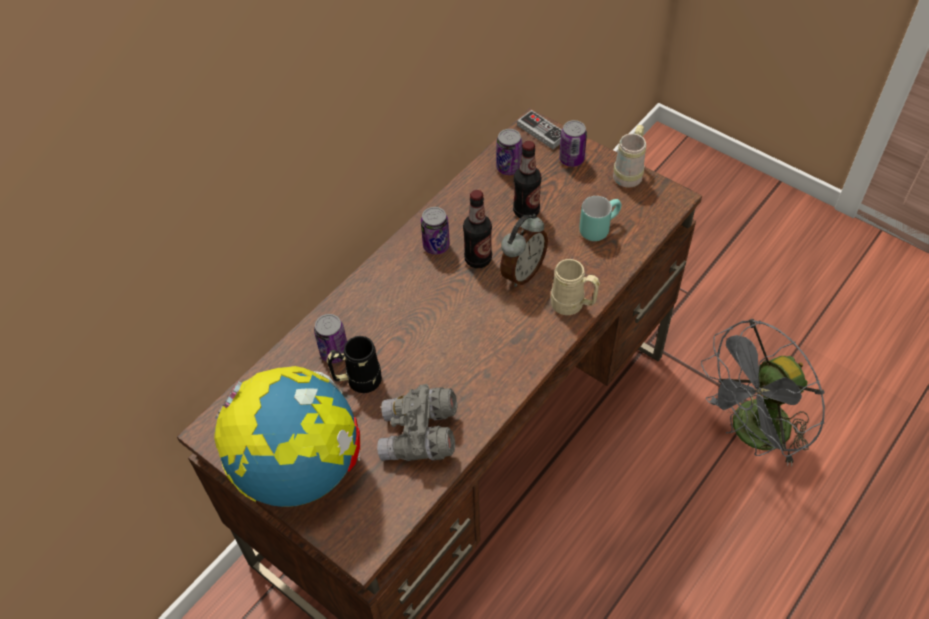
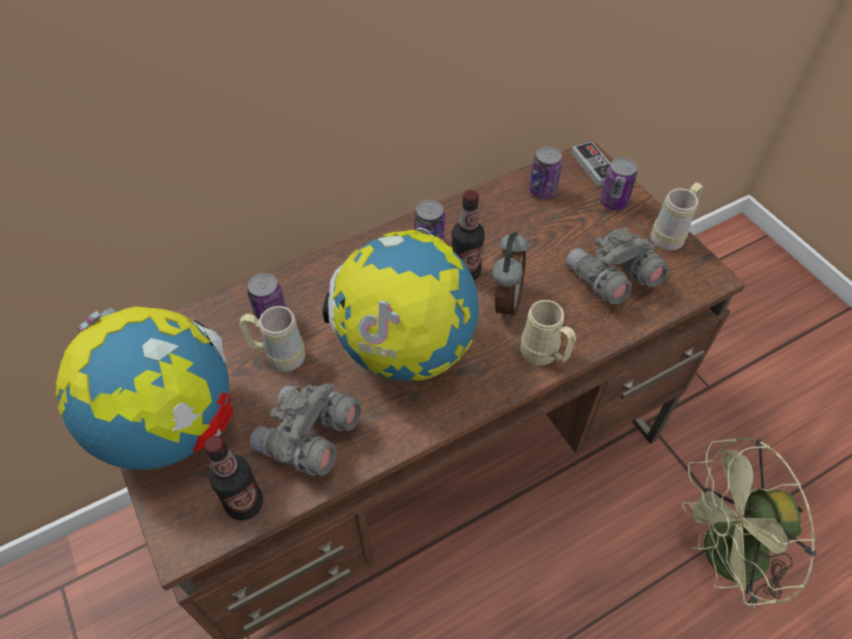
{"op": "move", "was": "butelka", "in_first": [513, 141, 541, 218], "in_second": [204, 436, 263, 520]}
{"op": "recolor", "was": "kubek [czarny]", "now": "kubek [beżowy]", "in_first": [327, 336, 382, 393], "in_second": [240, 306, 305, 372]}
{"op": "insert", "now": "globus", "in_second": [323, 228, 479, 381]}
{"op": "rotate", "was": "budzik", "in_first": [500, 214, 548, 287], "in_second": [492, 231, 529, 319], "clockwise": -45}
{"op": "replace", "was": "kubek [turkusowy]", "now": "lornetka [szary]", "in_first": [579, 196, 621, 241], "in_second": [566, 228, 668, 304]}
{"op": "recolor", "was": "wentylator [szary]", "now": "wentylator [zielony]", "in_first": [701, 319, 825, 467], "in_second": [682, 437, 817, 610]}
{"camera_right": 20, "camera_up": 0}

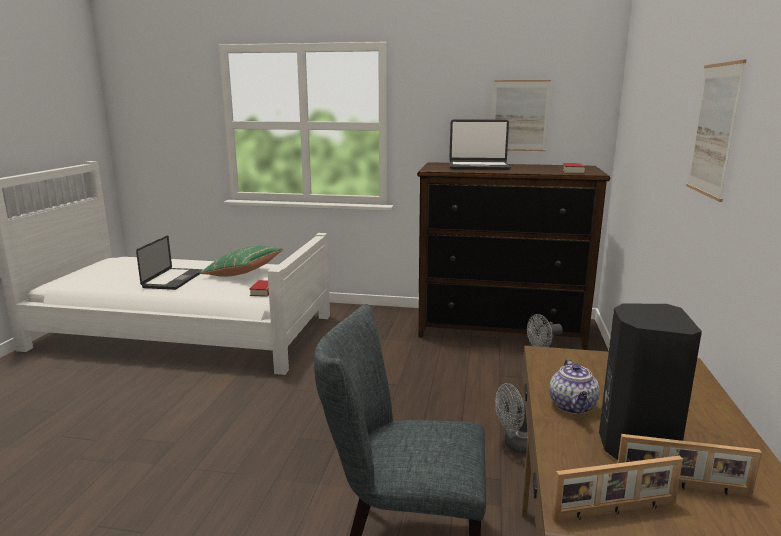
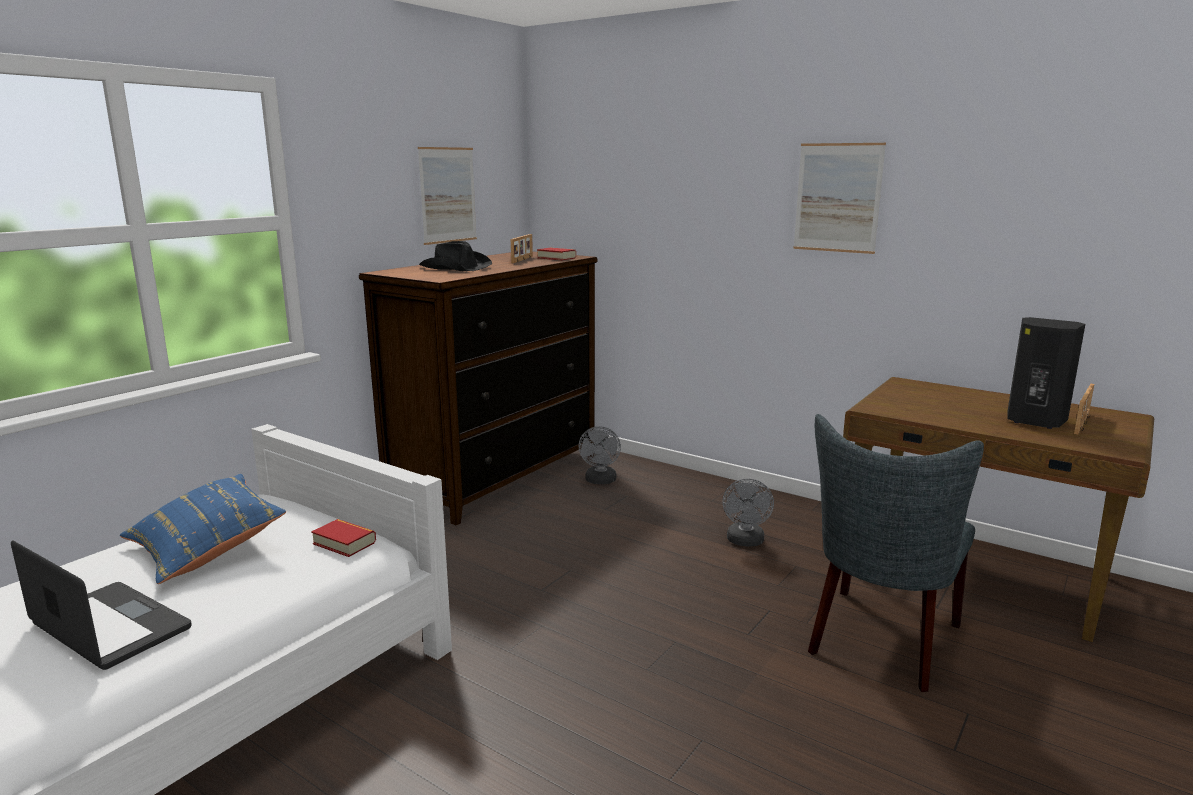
{"op": "recolor", "was": "poduszka [zielony]", "now": "poduszka [niebieski]", "in_first": [199, 246, 283, 277], "in_second": [120, 474, 286, 584]}
{"op": "replace", "was": "laptop", "now": "kapelusz [czarny]", "in_first": [449, 119, 511, 170], "in_second": [419, 241, 492, 271]}
{"op": "move", "was": "ramka na zdjęcie", "in_first": [552, 456, 683, 521], "in_second": [511, 234, 533, 263]}
{"op": "delete", "was": "imbryk", "in_first": [549, 359, 600, 414]}
{"camera_right": -65, "camera_up": 0}

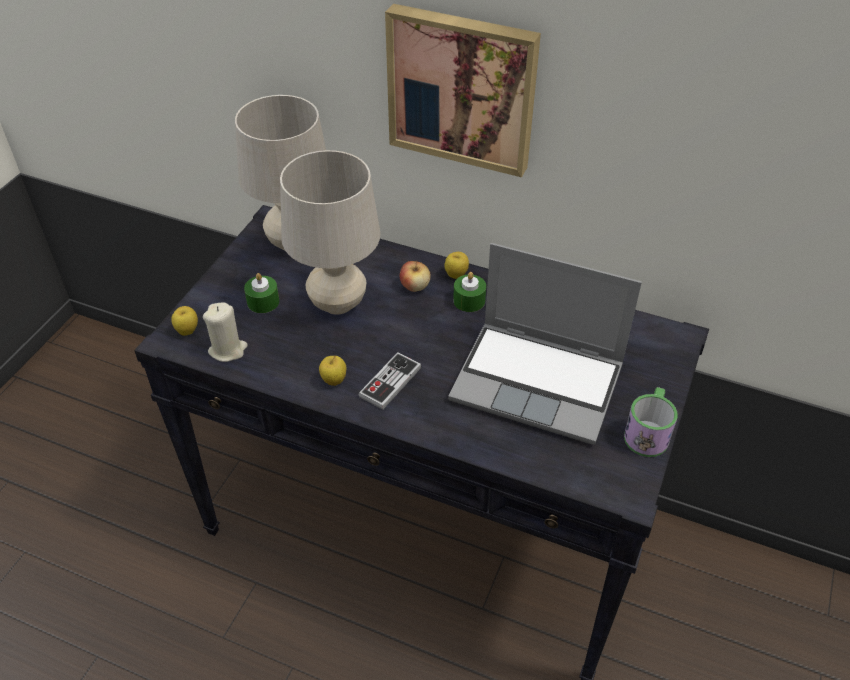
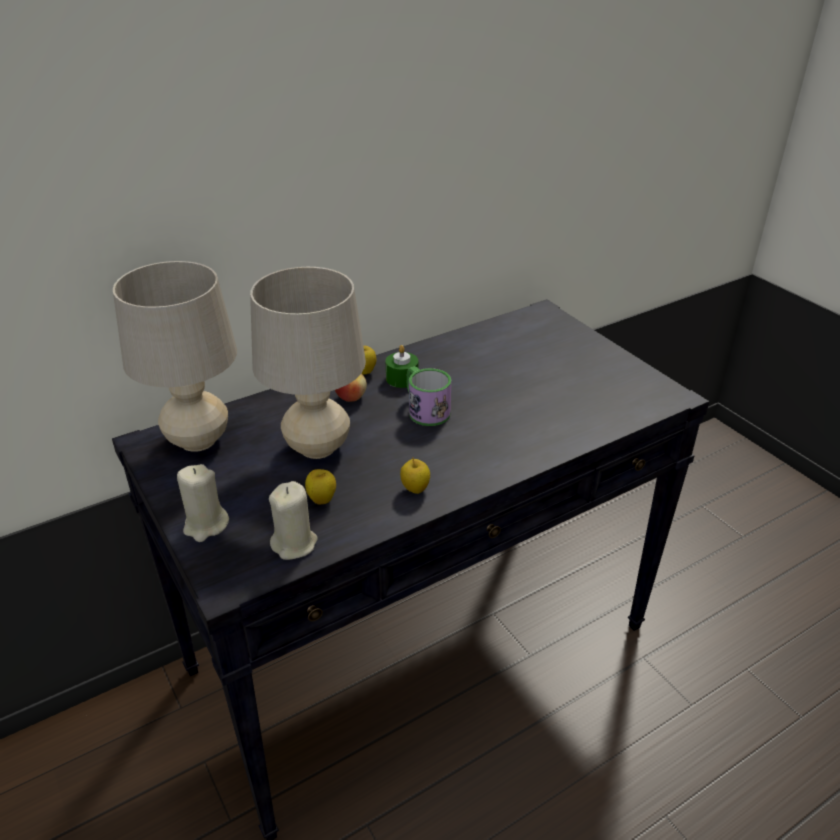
{"op": "insert", "now": "świeca [beżowy]", "in_second": [177, 464, 229, 542]}
{"op": "move", "was": "jabłko", "in_first": [171, 306, 198, 336], "in_second": [305, 469, 336, 504]}
{"op": "move", "was": "kubek", "in_first": [624, 387, 678, 457], "in_second": [407, 366, 451, 426]}
{"op": "delete", "was": "świeca [zielony]", "in_first": [244, 273, 279, 313]}
{"op": "delete", "was": "pad do gier", "in_first": [358, 352, 421, 410]}
{"op": "delete", "was": "obraz", "in_first": [385, 4, 541, 177]}
{"op": "delete", "was": "laptop", "in_first": [448, 243, 642, 445]}
{"camera_right": -55, "camera_up": -10}

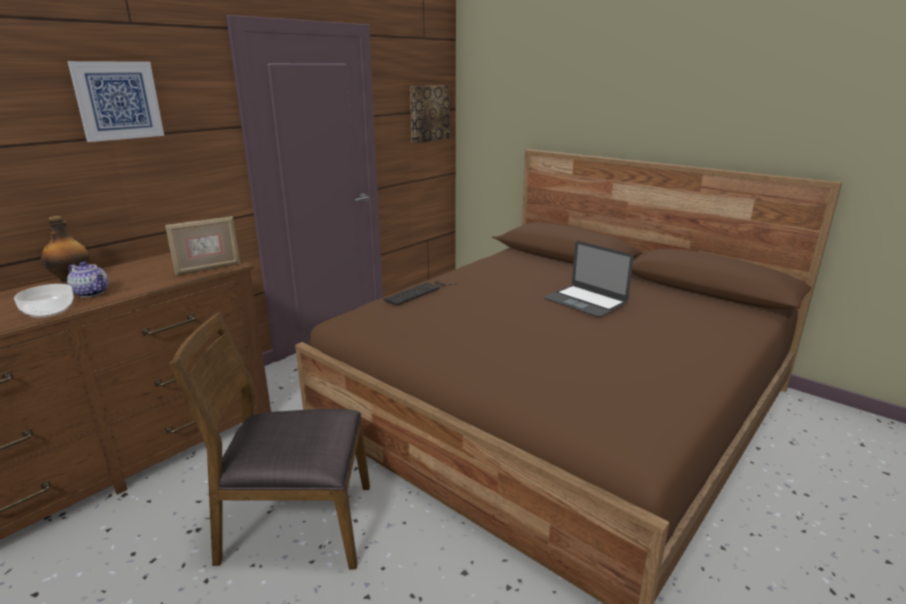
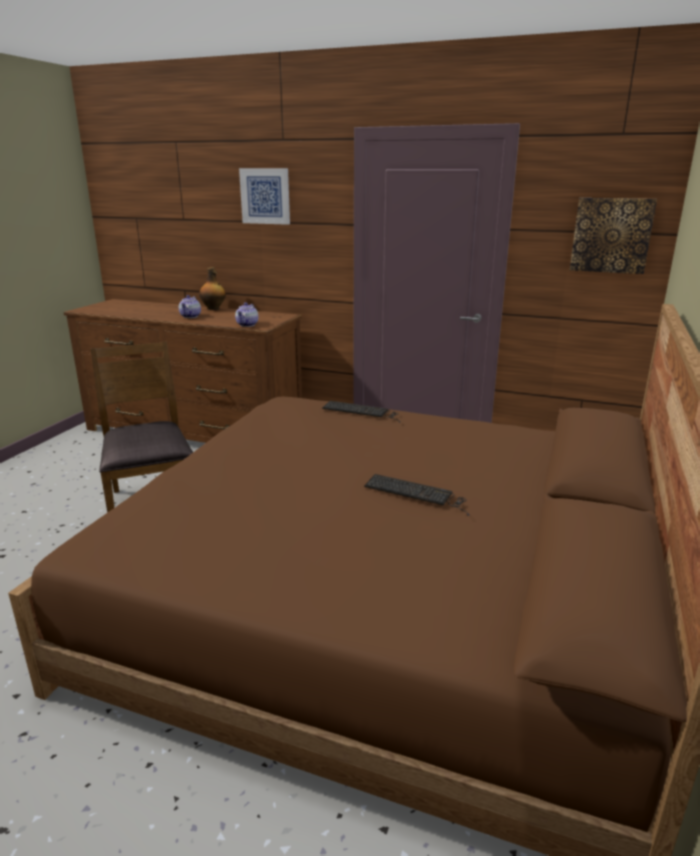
{"op": "replace", "was": "ramka na zdjęcie", "now": "imbryk", "in_first": [165, 216, 241, 276], "in_second": [235, 302, 258, 327]}
{"op": "replace", "was": "laptop", "now": "klawiatura", "in_first": [544, 241, 633, 317], "in_second": [364, 474, 470, 516]}
{"op": "delete", "was": "miska", "in_first": [14, 284, 74, 318]}
{"camera_right": 70, "camera_up": 0}

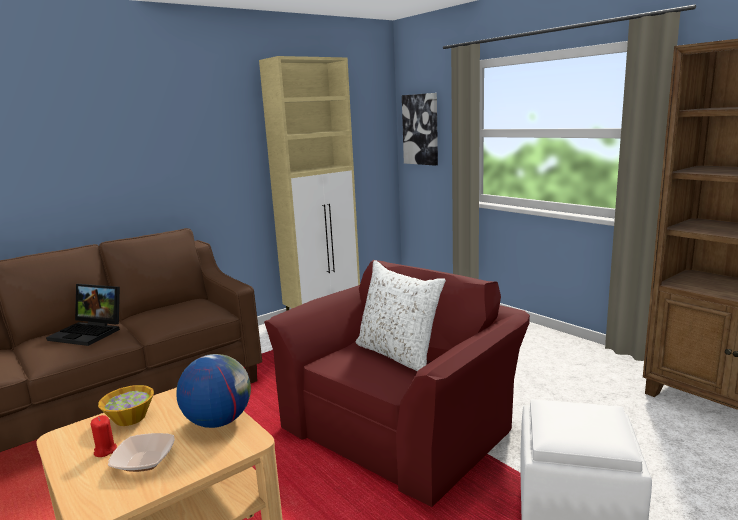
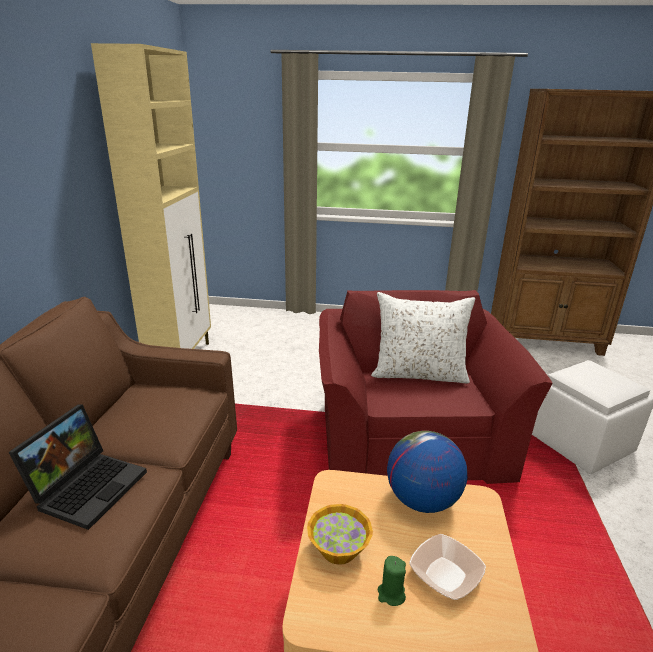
{"op": "rotate", "was": "laptop", "in_first": [46, 284, 120, 346], "in_second": [9, 404, 147, 530], "clockwise": -45}
{"op": "recolor", "was": "świeca [czerwony]", "now": "świeca [zielony]", "in_first": [90, 415, 117, 457], "in_second": [378, 556, 406, 606]}
{"op": "delete", "was": "obraz", "in_first": [402, 93, 438, 165]}
{"camera_right": -45, "camera_up": 10}

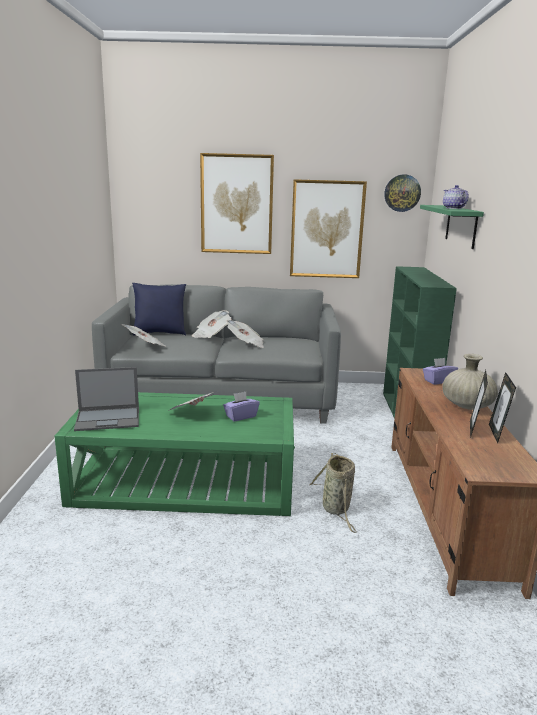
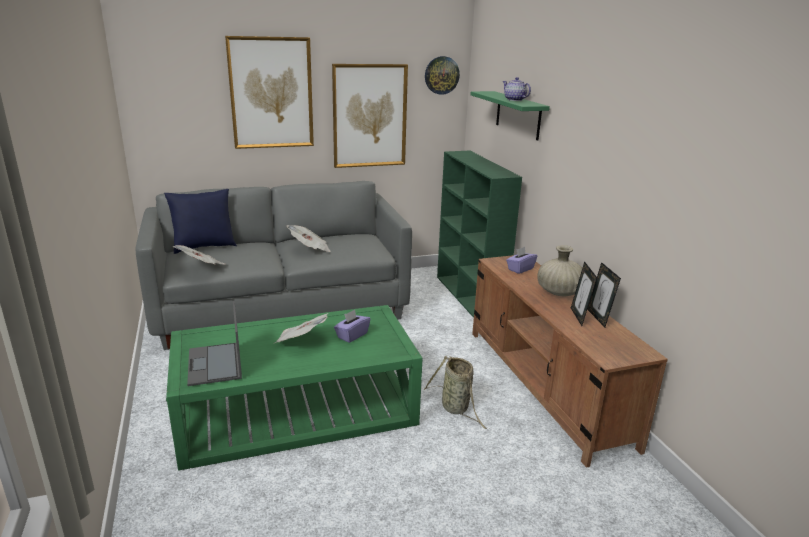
{"op": "rotate", "was": "laptop", "in_first": [74, 367, 139, 431], "in_second": [187, 301, 242, 386], "clockwise": 105}
{"op": "delete", "was": "gazeta", "in_first": [192, 310, 232, 338]}
{"camera_right": -20, "camera_up": 5}

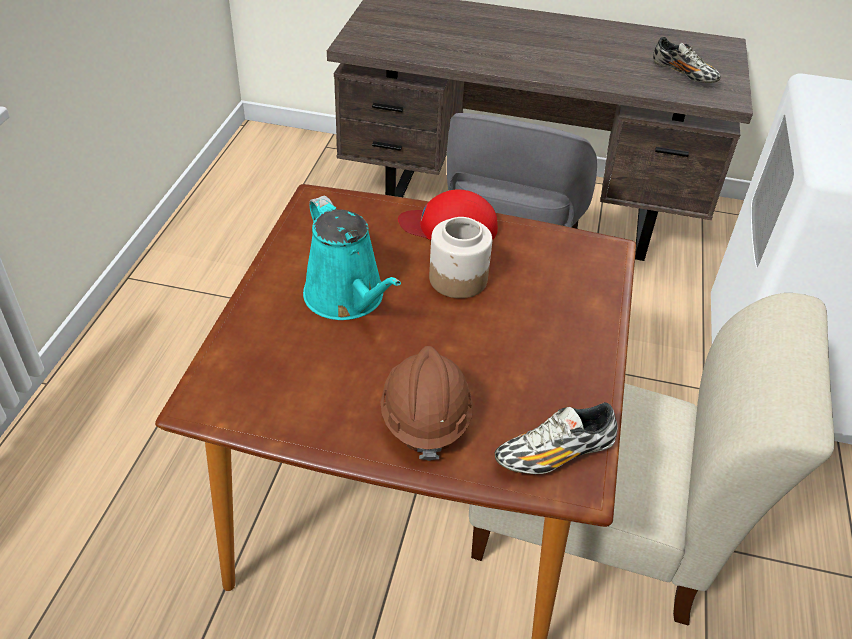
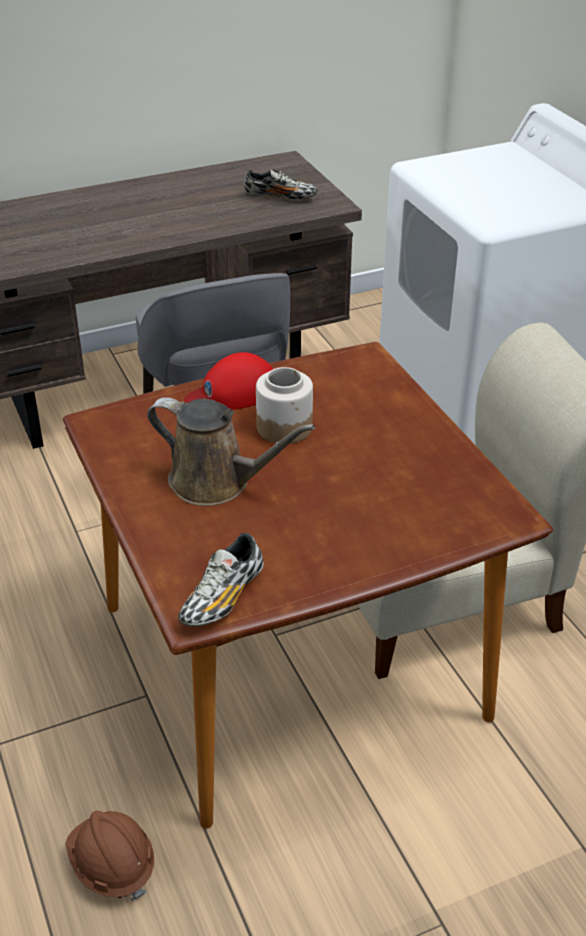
{"op": "move", "was": "kask [brązowy]", "in_first": [380, 346, 473, 461], "in_second": [66, 810, 154, 901]}
{"op": "recolor", "was": "konewka [turkusowy]", "now": "konewka [brązowy]", "in_first": [303, 196, 401, 320], "in_second": [147, 397, 315, 506]}
{"op": "move", "was": "but", "in_first": [495, 402, 618, 474], "in_second": [178, 533, 264, 627]}
{"camera_right": -35, "camera_up": -5}

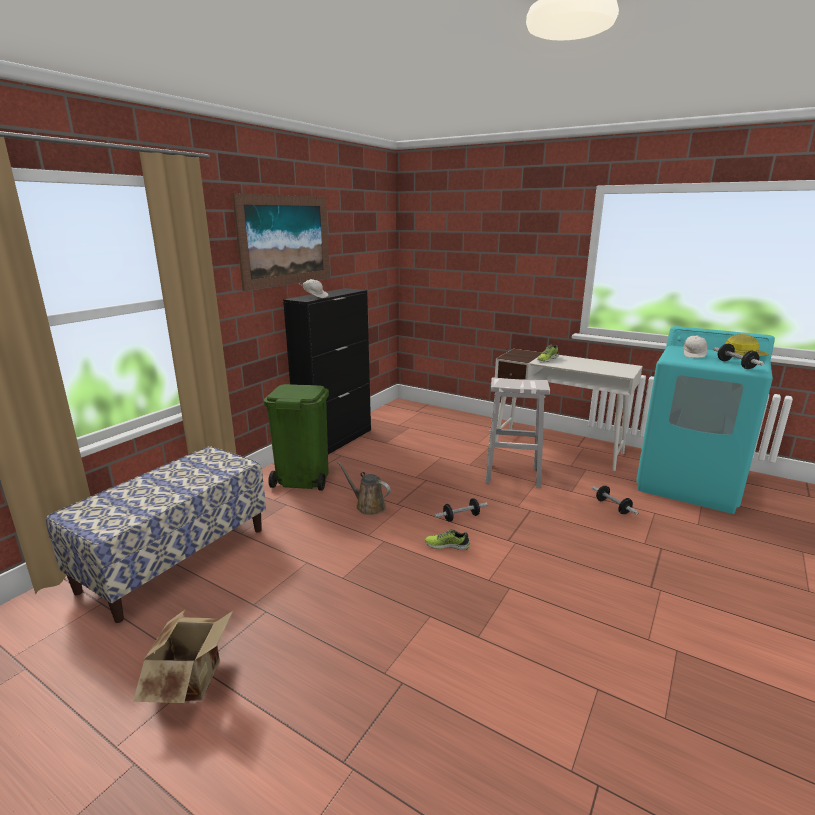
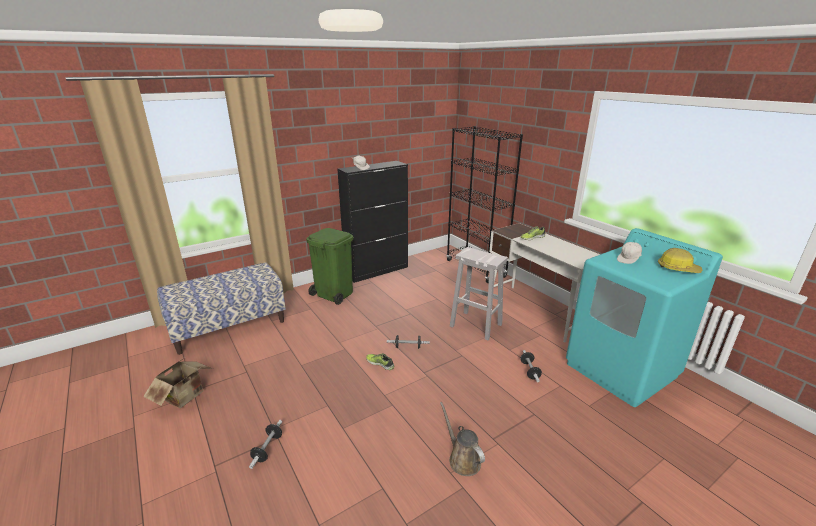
{"op": "move", "was": "hantel", "in_first": [714, 344, 765, 369], "in_second": [249, 420, 282, 469]}
{"op": "move", "was": "konewka [brązowy]", "in_first": [337, 461, 391, 515], "in_second": [440, 402, 485, 476]}
{"op": "insert", "now": "regał [czarny]", "in_second": [446, 126, 523, 283]}
{"op": "delete", "was": "obraz", "in_first": [232, 193, 330, 291]}
{"camera_right": 25, "camera_up": 5}

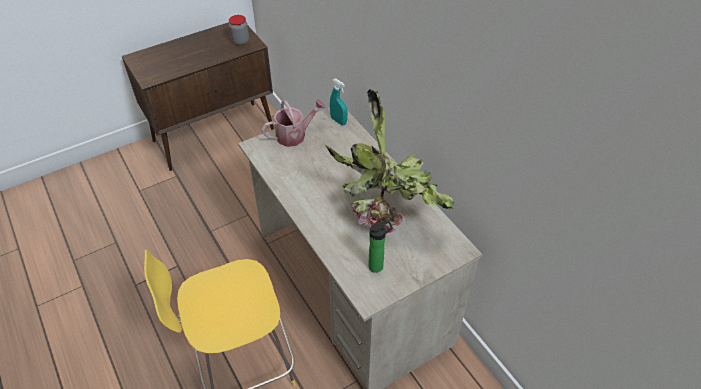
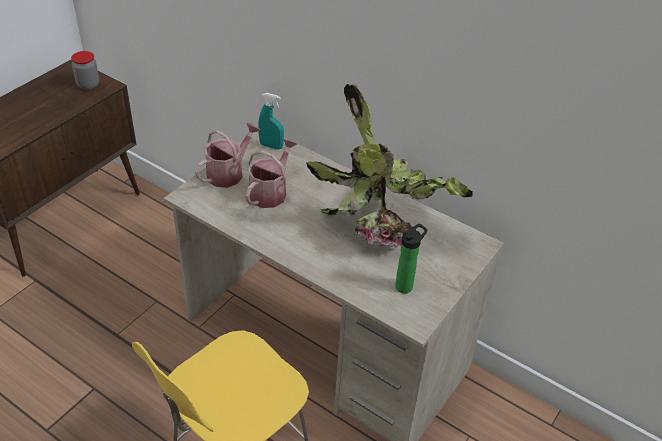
{"op": "insert", "now": "konewka", "in_second": [246, 138, 297, 208]}
{"camera_right": -25, "camera_up": -5}

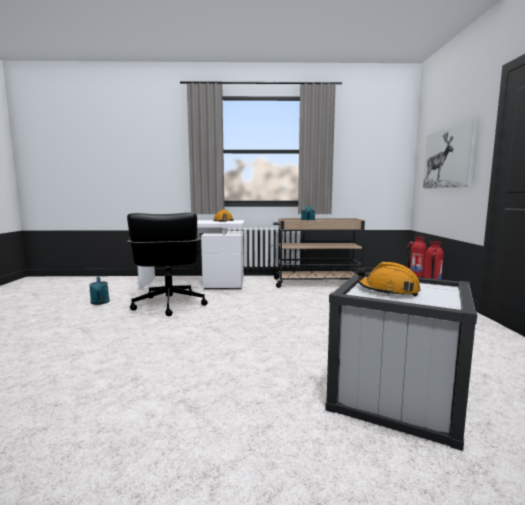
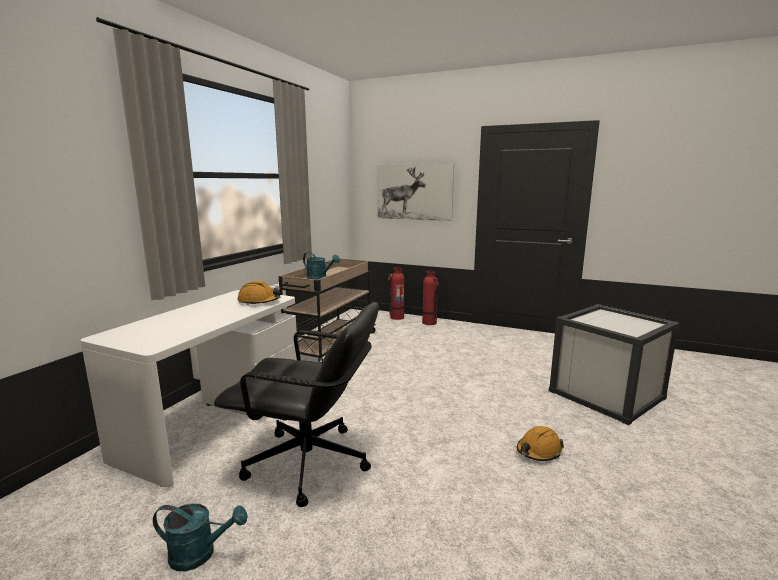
{"op": "move", "was": "kask [pomarańczowy]", "in_first": [357, 262, 421, 296], "in_second": [517, 426, 564, 461]}
{"camera_right": -65, "camera_up": 5}

